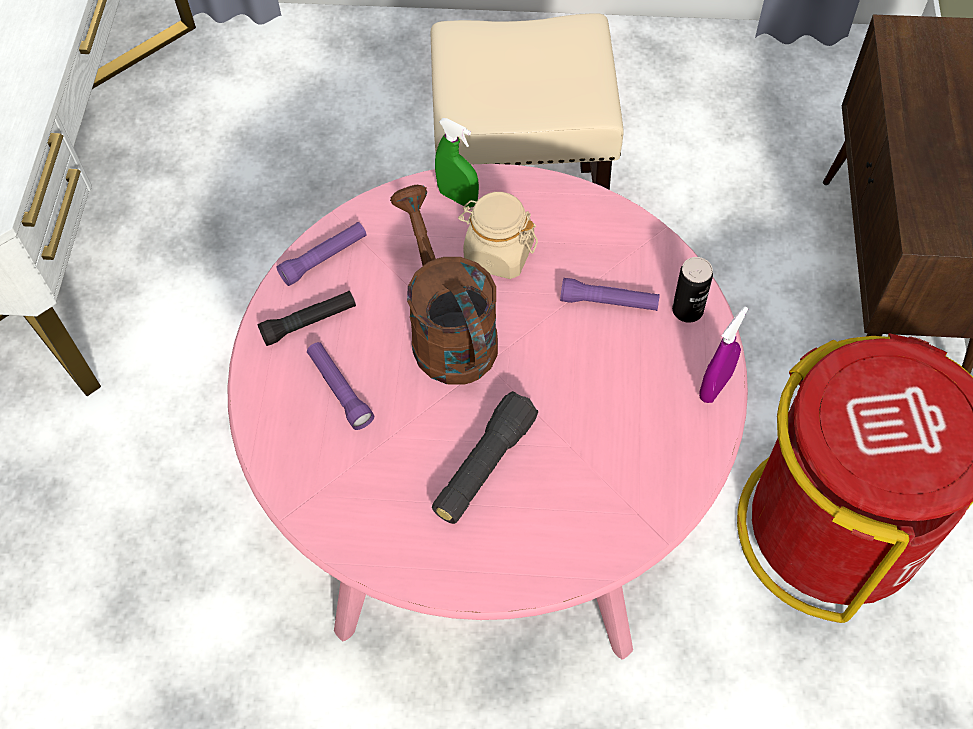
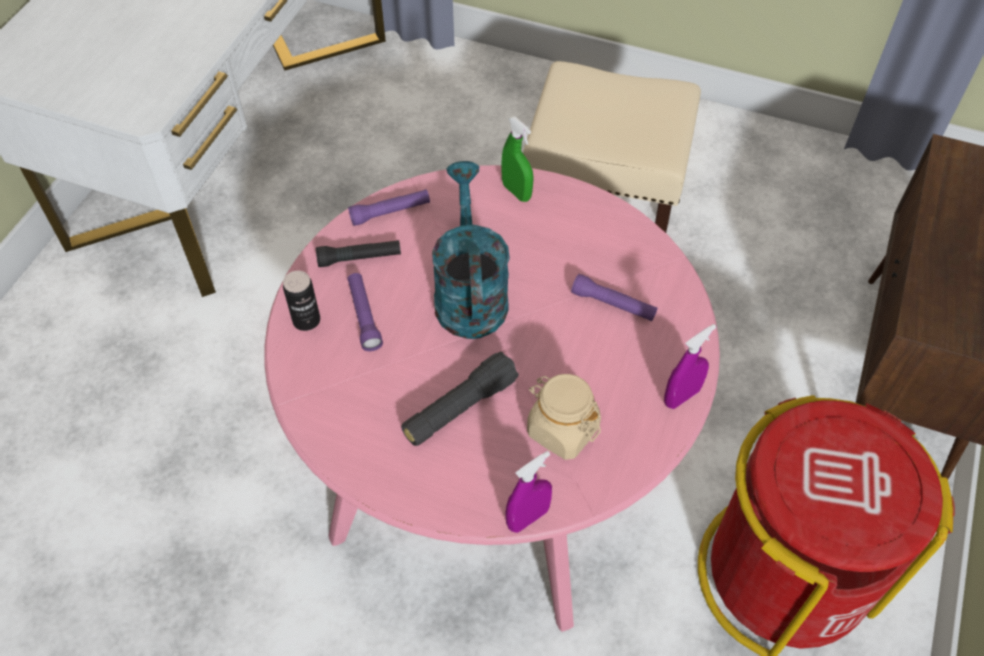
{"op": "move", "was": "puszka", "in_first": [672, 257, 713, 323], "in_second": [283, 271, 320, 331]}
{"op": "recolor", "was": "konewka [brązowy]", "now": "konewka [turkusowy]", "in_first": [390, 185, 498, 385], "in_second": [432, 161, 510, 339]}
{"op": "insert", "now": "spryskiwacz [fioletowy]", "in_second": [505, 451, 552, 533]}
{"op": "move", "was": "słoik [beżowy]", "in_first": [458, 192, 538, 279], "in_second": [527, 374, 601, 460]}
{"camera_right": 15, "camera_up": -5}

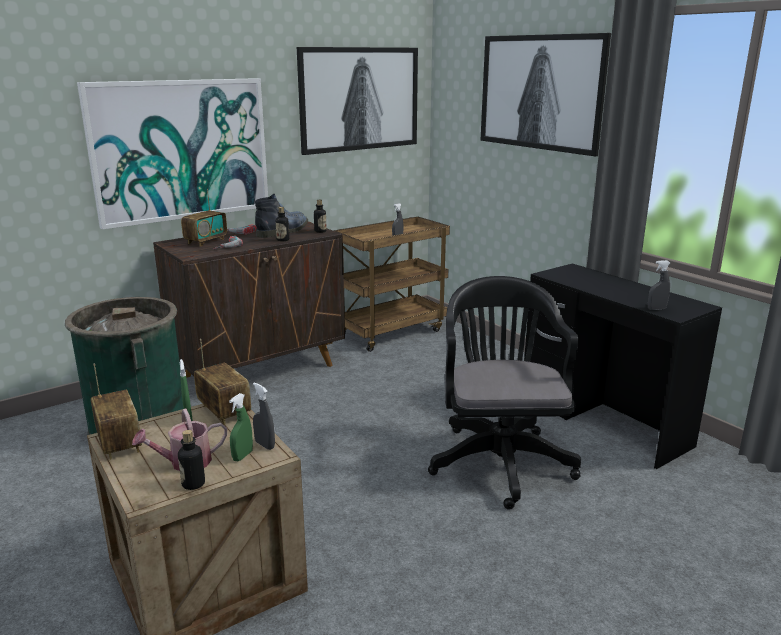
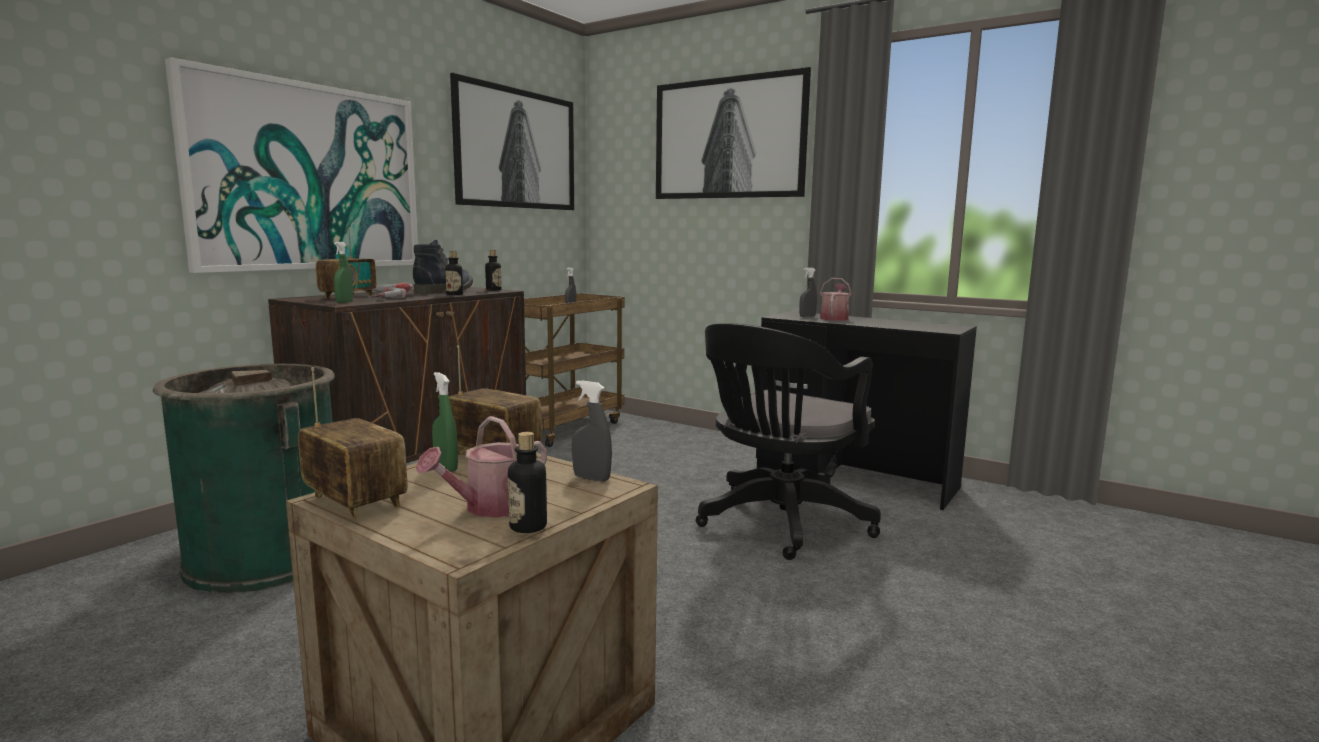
{"op": "move", "was": "spryskiwacz [zielony]", "in_first": [229, 393, 253, 461], "in_second": [334, 242, 353, 303]}
{"op": "rotate", "was": "krzesło biurowe [czarny]", "in_first": [428, 276, 581, 510], "in_second": [696, 323, 881, 560], "clockwise": -120}
{"op": "move", "was": "spryskiwacz [szary]", "in_first": [648, 260, 670, 310], "in_second": [799, 268, 817, 317]}
{"op": "insert", "now": "konewka", "in_second": [820, 278, 852, 321]}
{"camera_right": -20, "camera_up": -10}

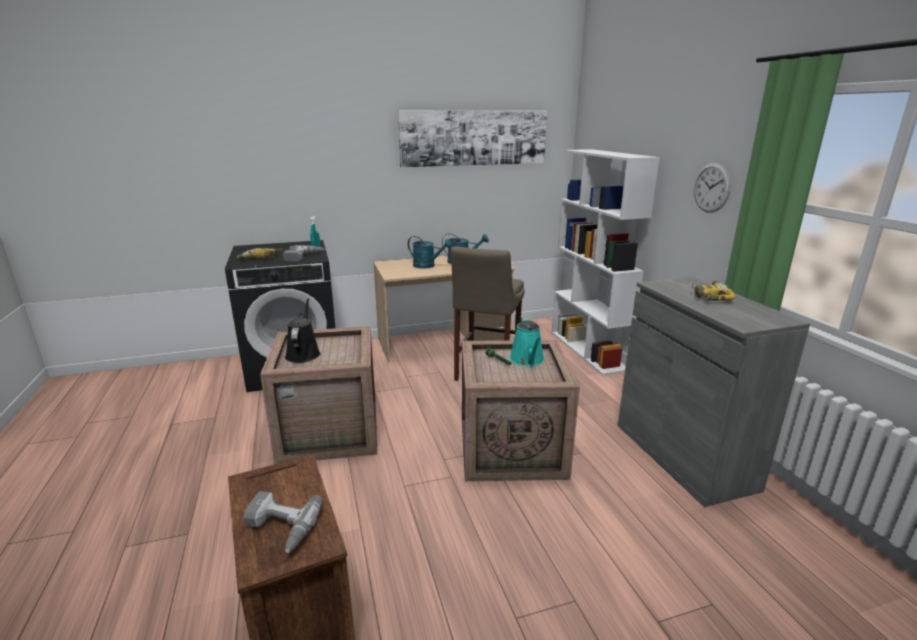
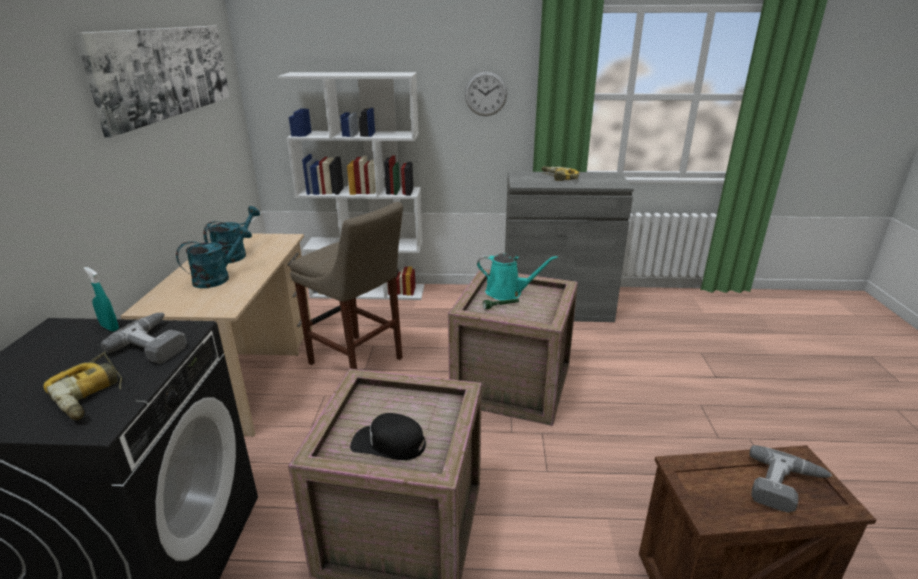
{"op": "replace", "was": "konewka [czarny]", "now": "czapka z daszkiem [czarny]", "in_first": [285, 298, 321, 363], "in_second": [350, 413, 426, 460]}
{"camera_right": -70, "camera_up": 5}

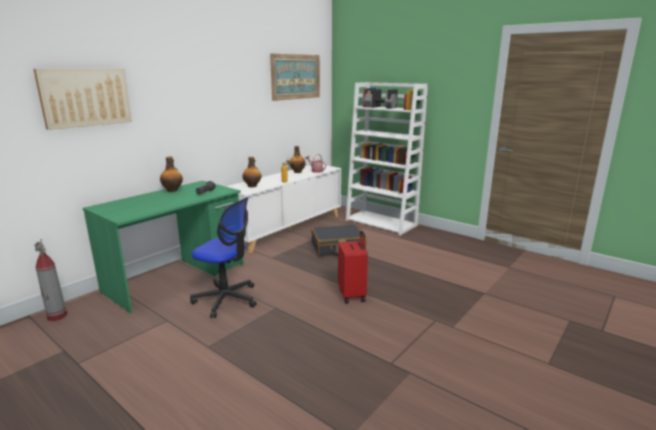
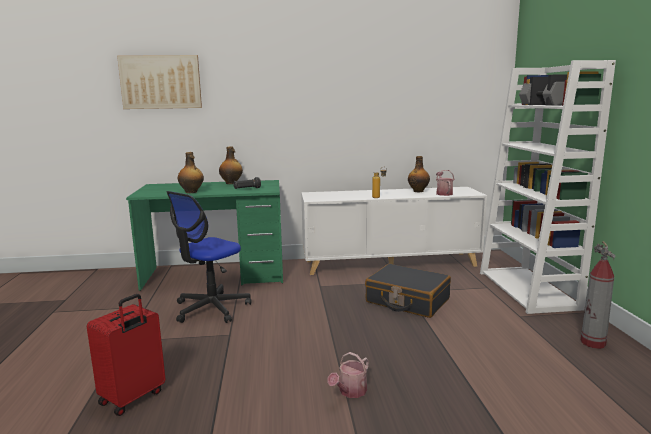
{"op": "move", "was": "walizka [czerwony]", "in_first": [338, 230, 368, 304], "in_second": [87, 294, 165, 416]}
{"op": "rotate", "was": "krzesło biurowe", "in_first": [190, 197, 257, 318], "in_second": [167, 191, 251, 323], "clockwise": 60}
{"op": "move", "was": "butelka", "in_first": [243, 157, 262, 187], "in_second": [178, 152, 204, 193]}
{"op": "insert", "now": "konewka", "in_second": [327, 352, 369, 398]}
{"op": "move", "was": "gaśnica", "in_first": [34, 239, 67, 321], "in_second": [581, 241, 616, 349]}
{"op": "delete", "was": "obraz", "in_first": [270, 54, 320, 101]}
{"camera_right": 45, "camera_up": -5}

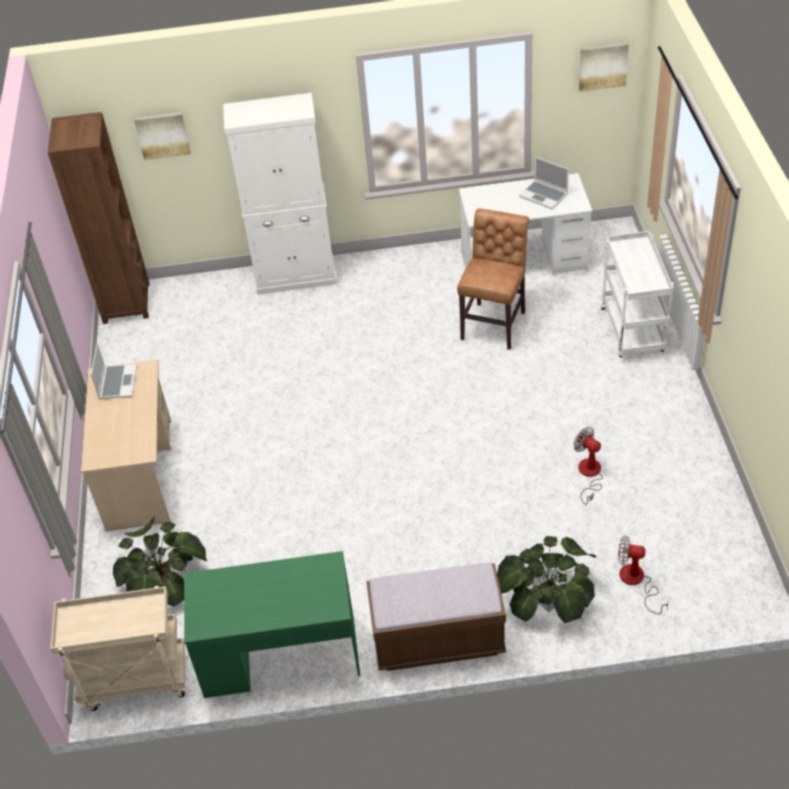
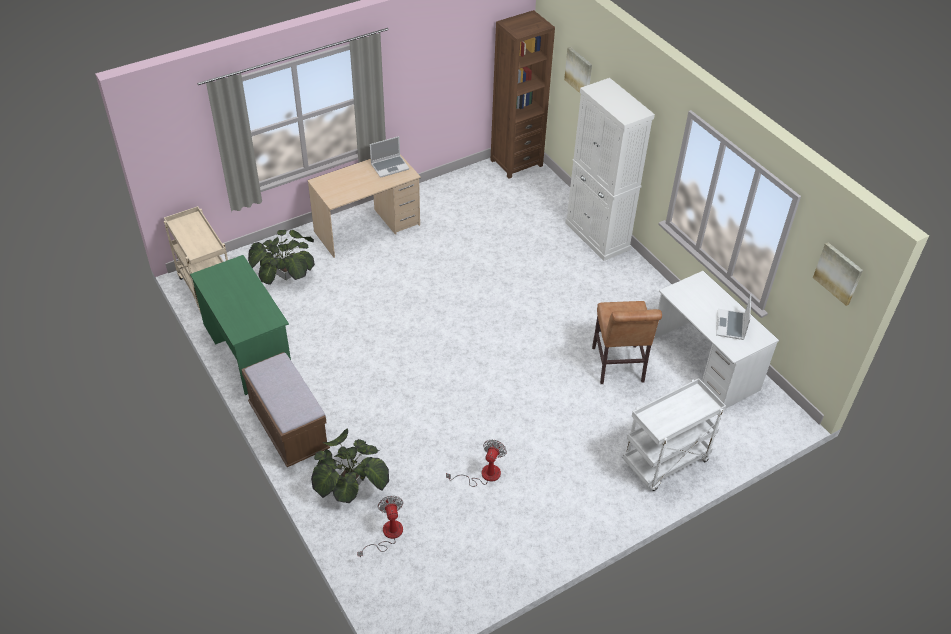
{"op": "rotate", "was": "krzesło [brązowy]", "in_first": [457, 208, 529, 350], "in_second": [592, 301, 662, 384], "clockwise": 90}
{"camera_right": 60, "camera_up": 0}

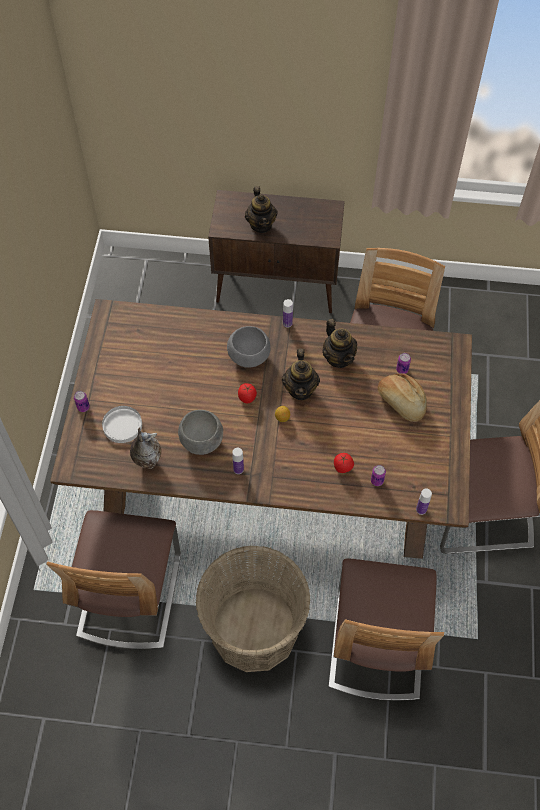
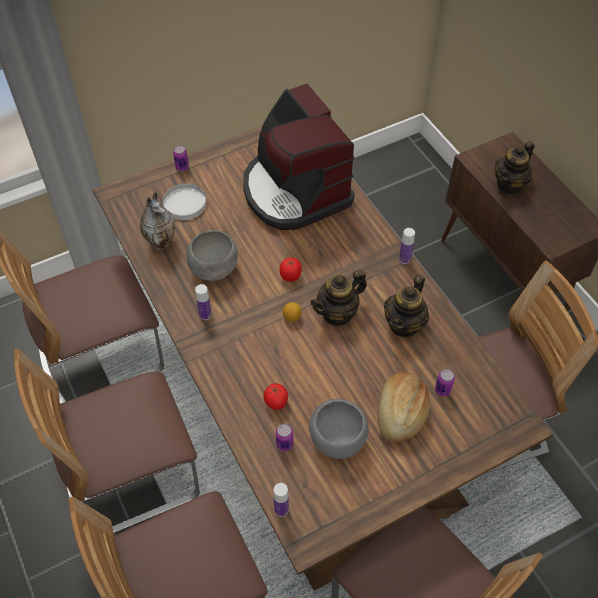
{"op": "replace", "was": "koszyk", "now": "krzesło", "in_first": [196, 545, 310, 672], "in_second": [14, 349, 200, 534]}
{"op": "insert", "now": "ekspres do kawy", "in_second": [243, 84, 355, 230]}
{"op": "move", "was": "miska [szary]", "in_first": [227, 326, 271, 368], "in_second": [309, 399, 369, 459]}
{"camera_right": 55, "camera_up": -5}

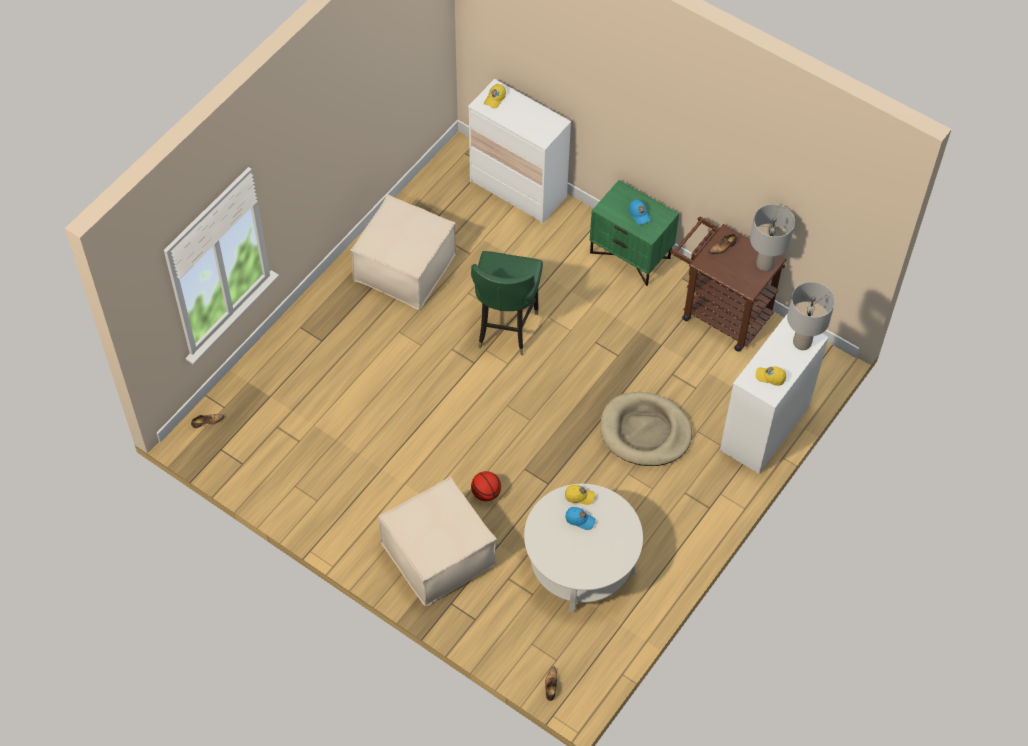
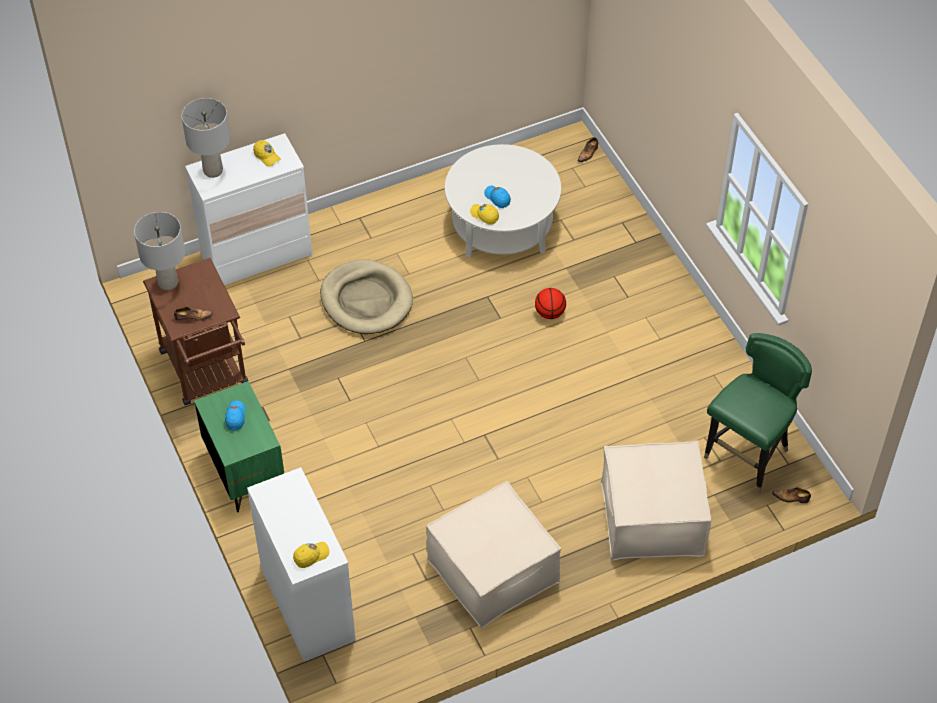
{"op": "move", "was": "pufa [beżowy]", "in_first": [379, 477, 497, 606], "in_second": [601, 441, 711, 560]}
{"op": "move", "was": "krzesło [zielony]", "in_first": [471, 251, 543, 355], "in_second": [704, 333, 812, 493]}
{"camera_right": -150, "camera_up": -5}

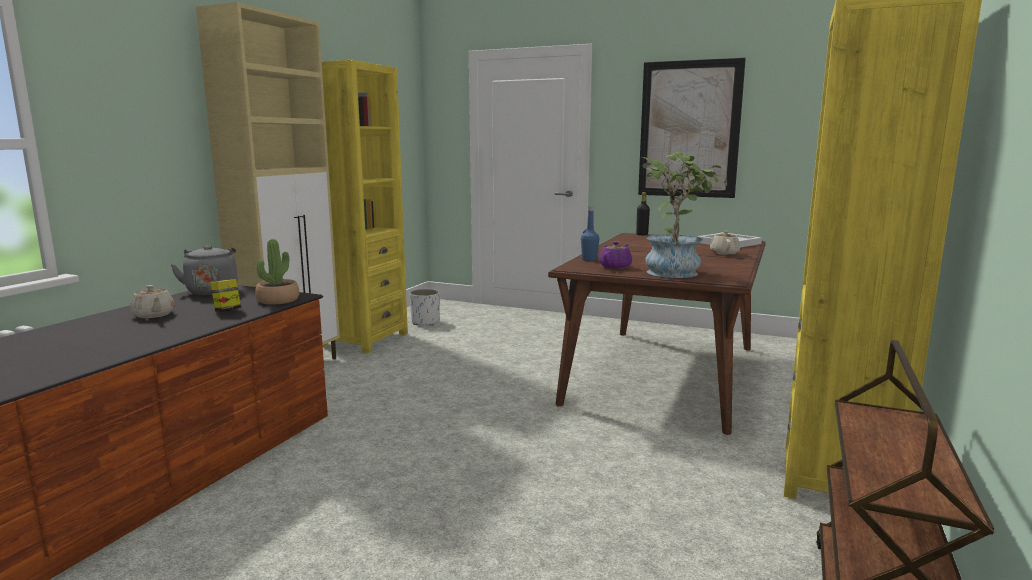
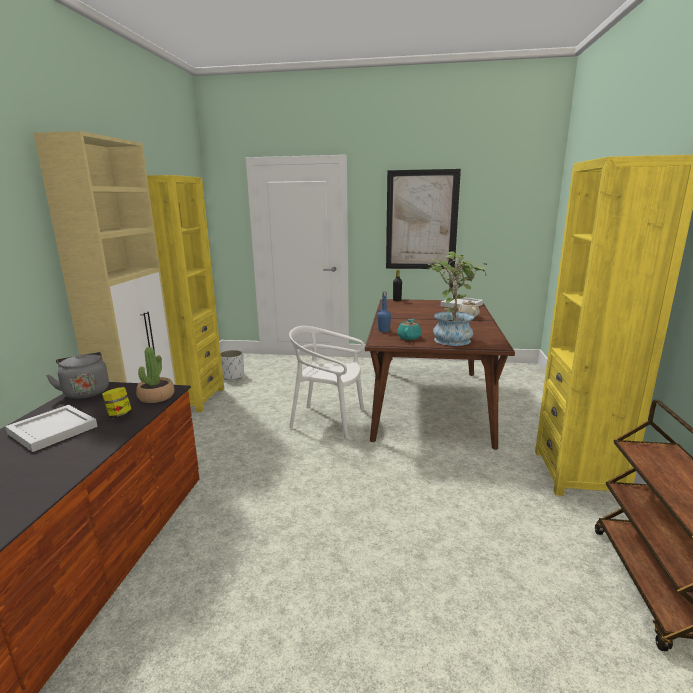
{"op": "replace", "was": "imbryk [beżowy]", "now": "taca [biały]", "in_first": [130, 285, 174, 318], "in_second": [5, 405, 98, 452]}
{"op": "insert", "now": "krzesło [biały]", "in_second": [289, 326, 365, 439]}
{"op": "recolor", "was": "imbryk [fioletowy]", "now": "imbryk [turkusowy]", "in_first": [599, 242, 632, 269], "in_second": [397, 318, 421, 340]}
{"camera_right": -15, "camera_up": 5}

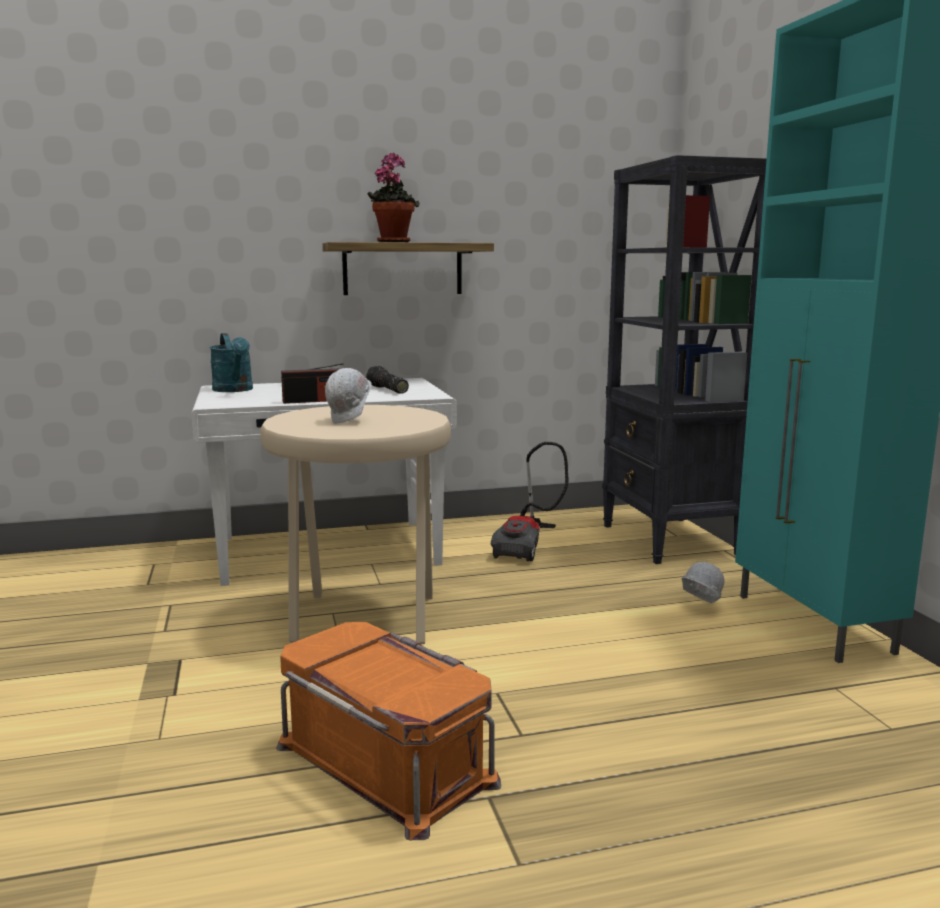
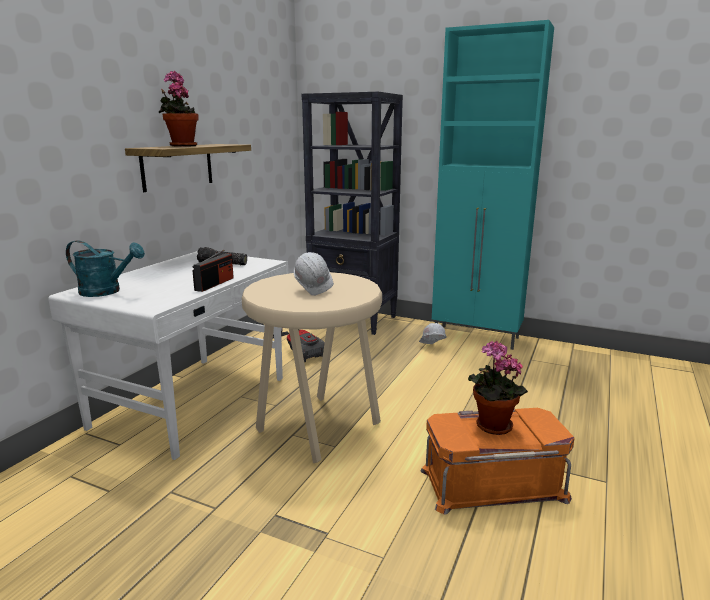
{"op": "insert", "now": "roślina doniczkowa", "in_second": [468, 341, 528, 435]}
{"camera_right": -50, "camera_up": 5}

